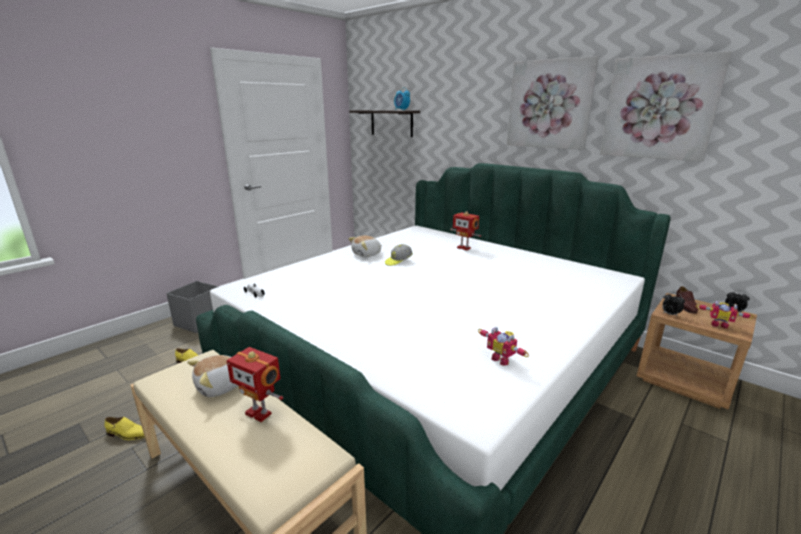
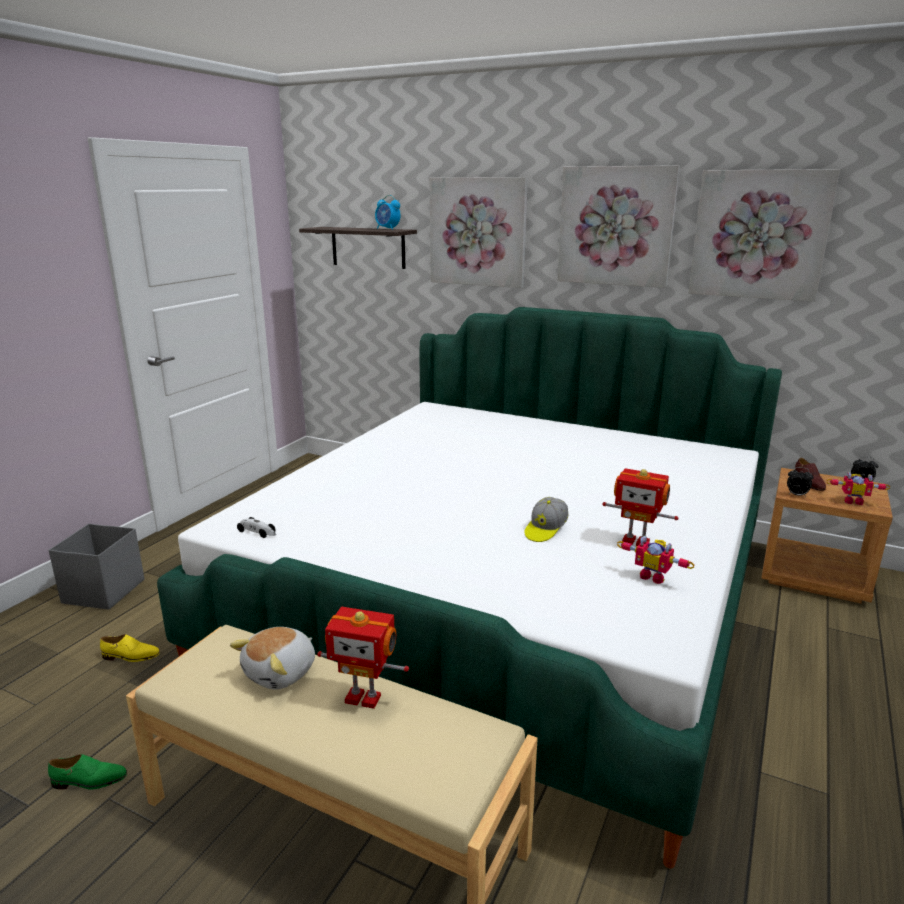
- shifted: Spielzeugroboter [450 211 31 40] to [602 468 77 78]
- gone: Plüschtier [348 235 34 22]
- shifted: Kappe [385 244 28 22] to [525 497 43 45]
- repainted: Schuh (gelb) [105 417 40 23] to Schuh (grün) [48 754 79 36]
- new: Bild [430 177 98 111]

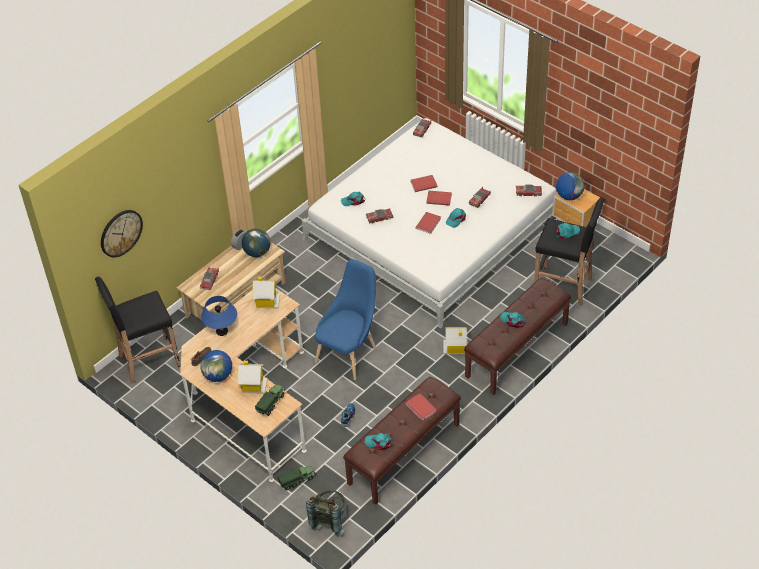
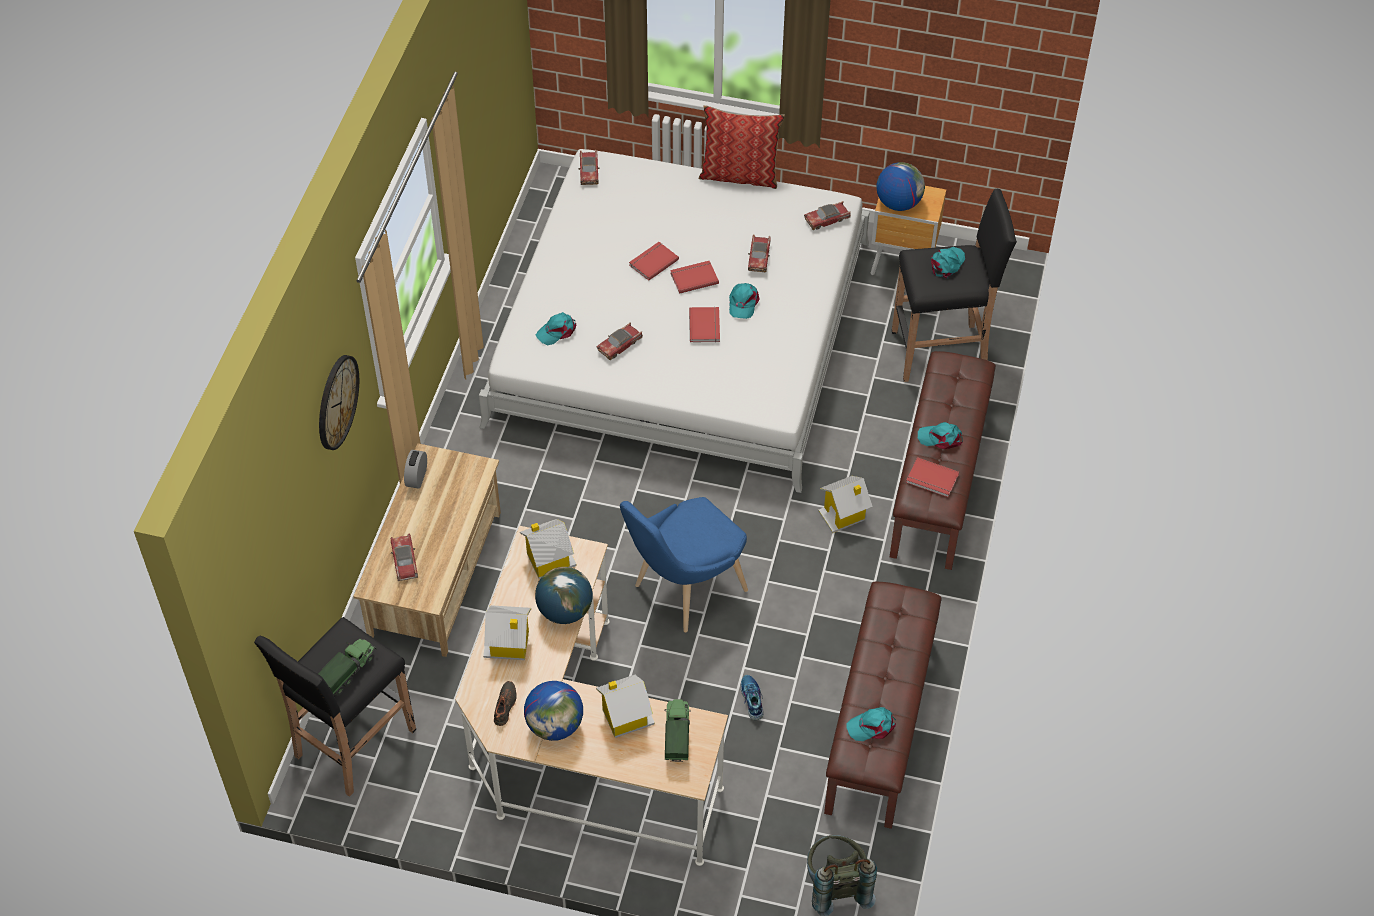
- shifted: Wanduhr [101 210 42 47] to [319 355 40 95]
- shifted: Globus [242 228 29 29] to [535 567 58 57]
- rotated: Stuhl (blau) [315 259 62 121] = [620 497 128 135] 135 degrees counterclockwise
- swapped: Tischlampe (blau) [201 296 36 40] to Spielzeughaus [483 605 48 55]
- shifted: Buch (rot) [405 393 32 28] to [906 457 53 40]
- shifted: Spielzeuglaster [277 466 39 24] to [318 639 59 57]
- new: Kissen [698 105 87 84]

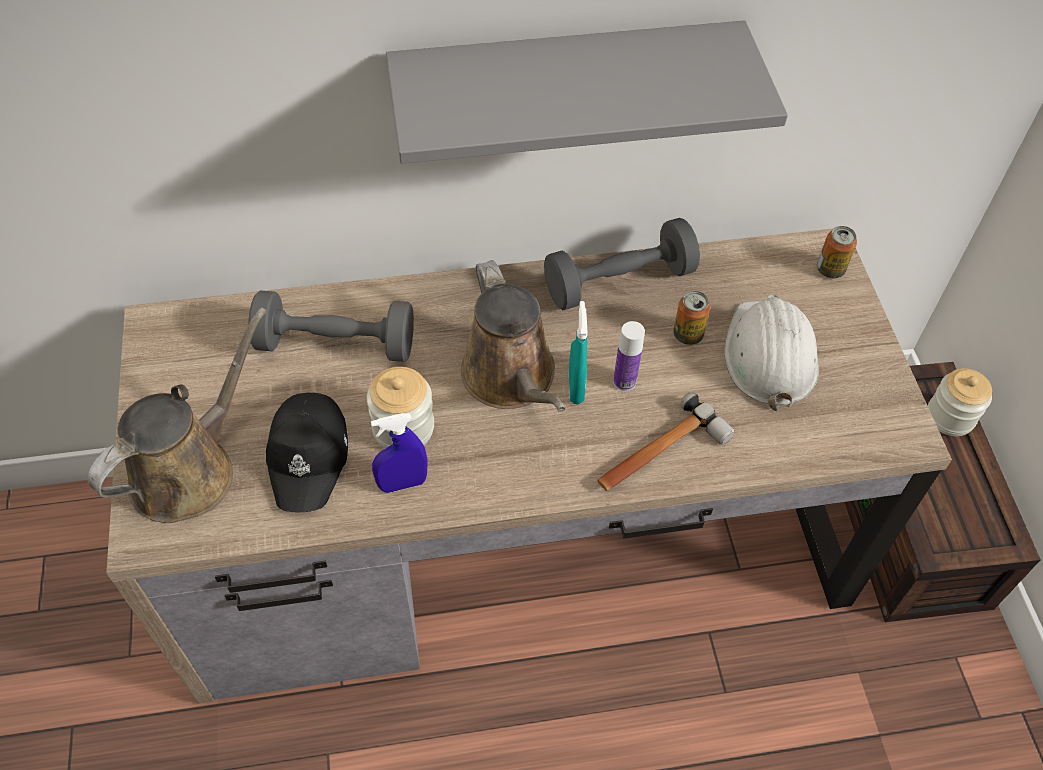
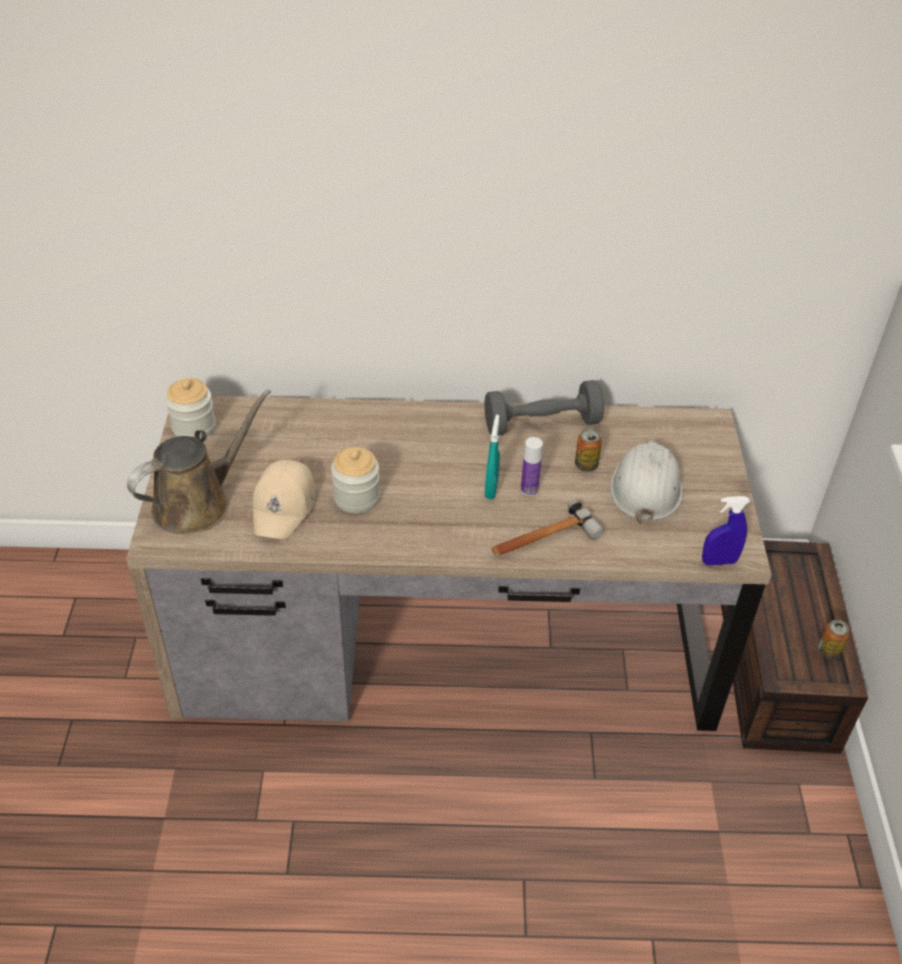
- gone: Wandregal (grau) [386 20 402 144]
- shifted: Dose [817 226 40 52] to [818 620 32 39]
- gone: Gießkanne (braun) [461 260 104 152]
- gone: Hantel (grau) [248 290 166 72]
- shifted: Vorratsglas [928 368 64 68] to [166 378 50 61]
- repainted: Kappe (schwarz) [266 392 82 120] to Kappe (beige) [252 460 63 79]
- shifted: Sprühflasche (blau) [371 413 56 80] to [702 496 48 70]

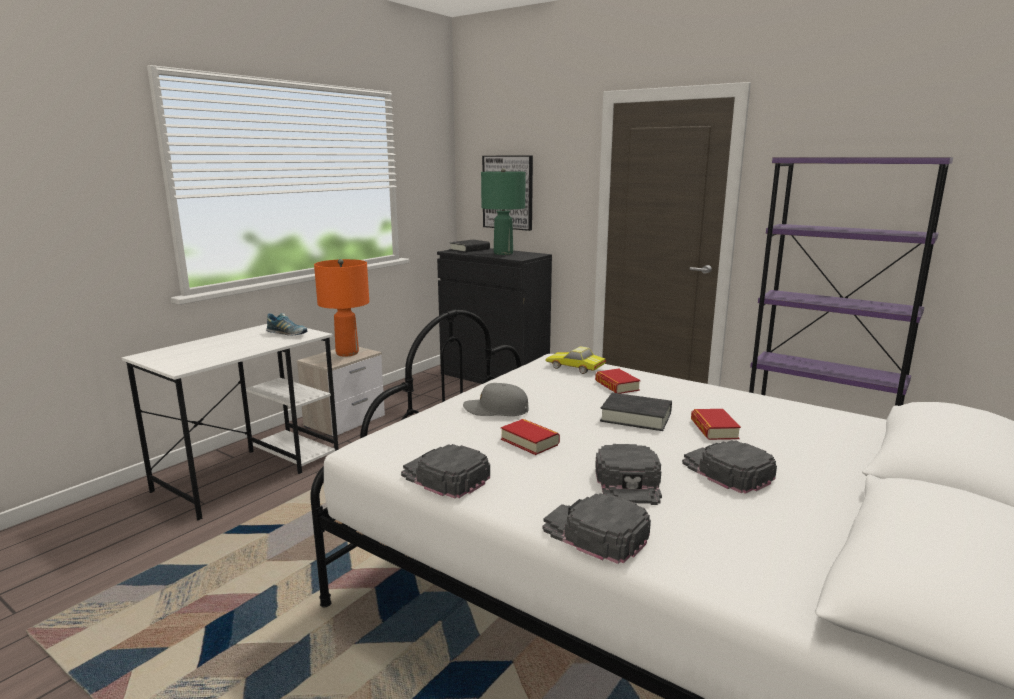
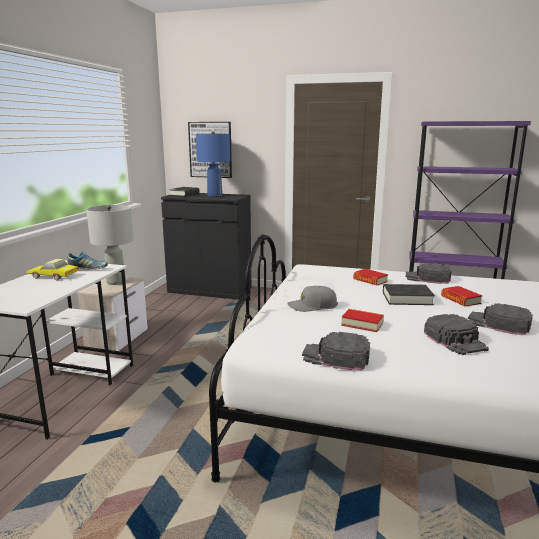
- repainted: Tischlampe (grün) [481 168 45 87] to Tischlampe (blau) [196 131 34 66]
- repainted: Tischlampe (orange) [314 259 55 98] to Tischlampe (grau) [86 205 48 80]
- shifted: Spielzeugauto [546 346 60 28] to [27 259 51 21]
- shifted: Kappe (schwarz) [542 493 109 71] to [406 263 45 21]

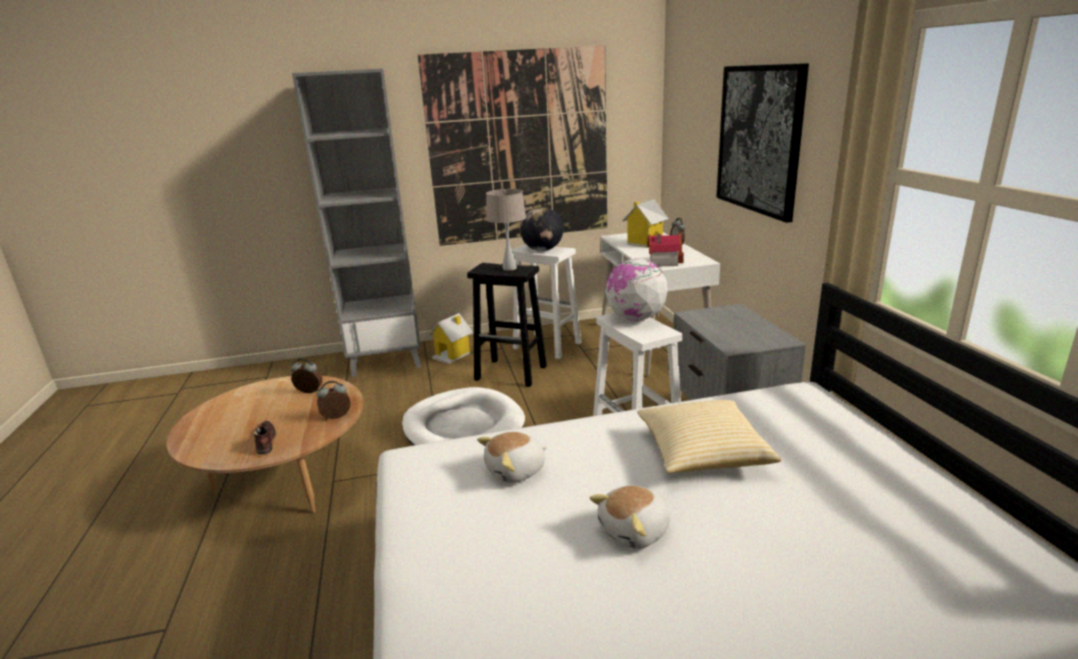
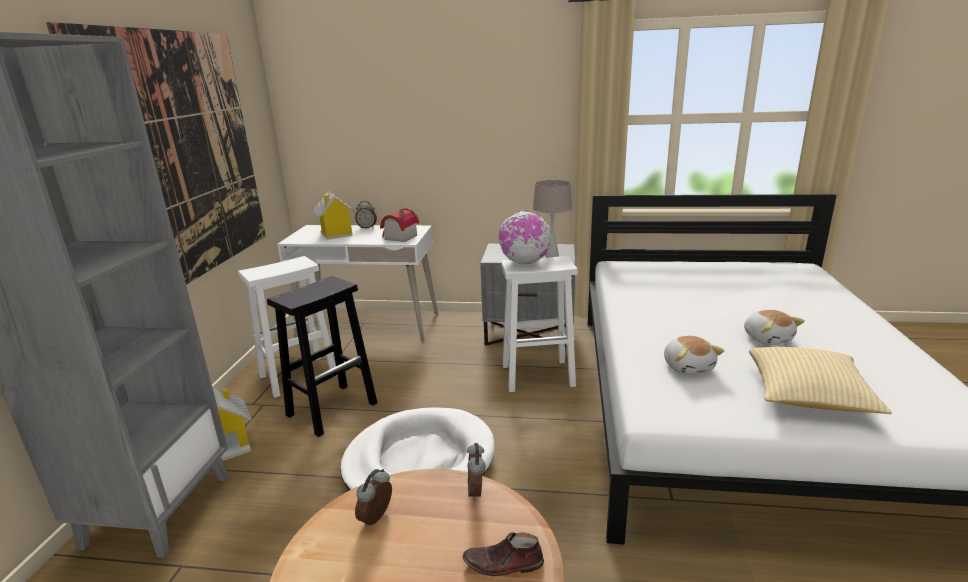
- gone: Bild [716 63 93 160]
- shifted: Tischlampe (beige) [486 189 40 82] to [533 180 39 78]
- gone: Globus [520 207 43 44]
- shifted: Kissen [637 400 144 73] to [749 347 143 67]

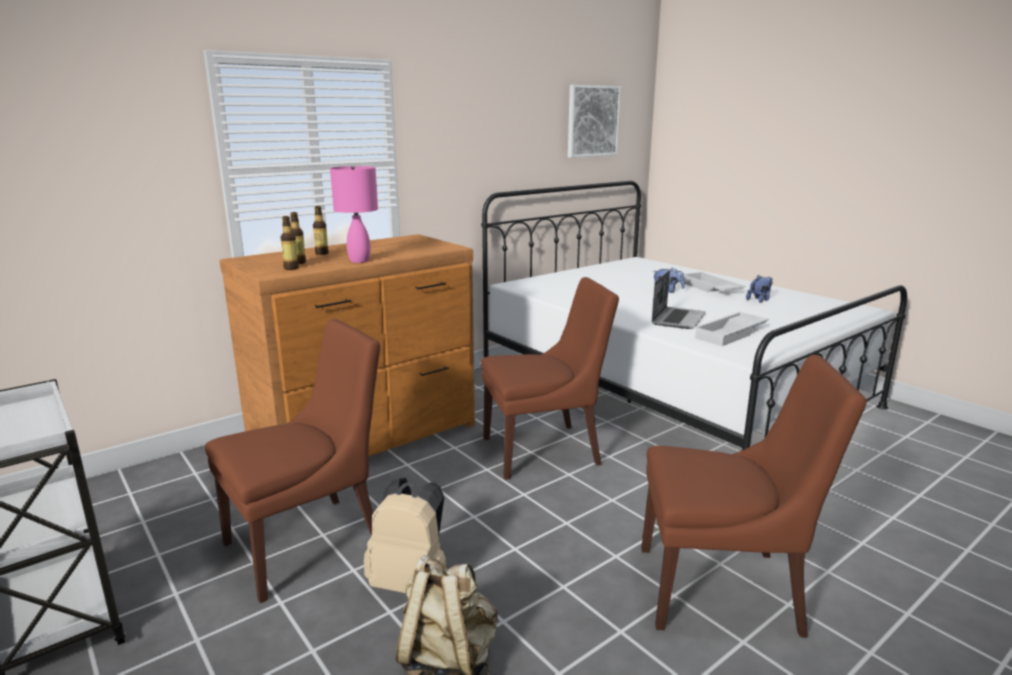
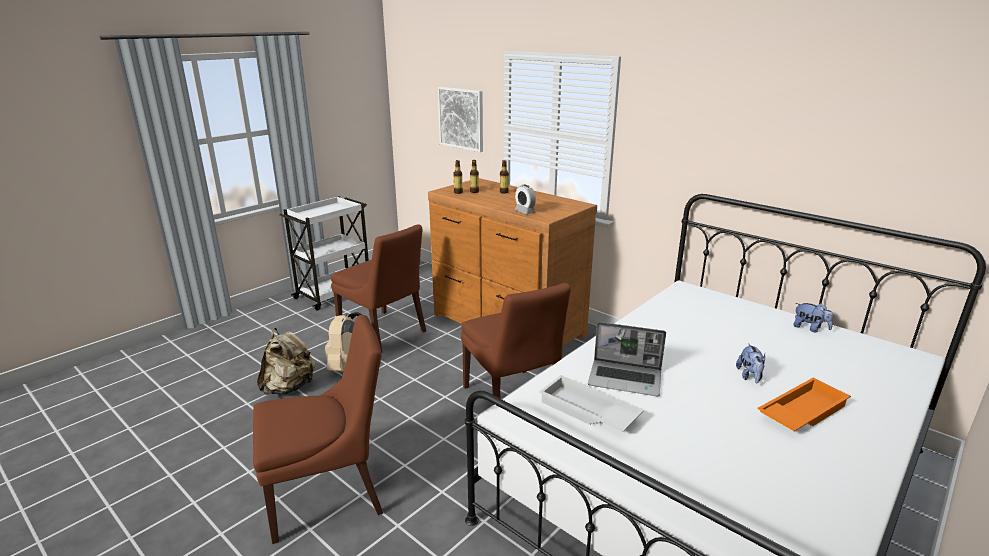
- shifted: Bild [568 85 53 73] to [438 87 45 65]
- gone: Tischlampe (rosa) [330 166 48 97]
- repainted: Tablett (weiß) [684 272 62 20] to Tablett (orange) [757 378 94 53]
- shifted: Plüschtier [746 275 26 28] to [793 303 40 29]
- rotated: Stuhl (braun) [641 355 226 283] = [253 315 130 229] 105 degrees counterclockwise
- new: Wecker [515 185 21 29]

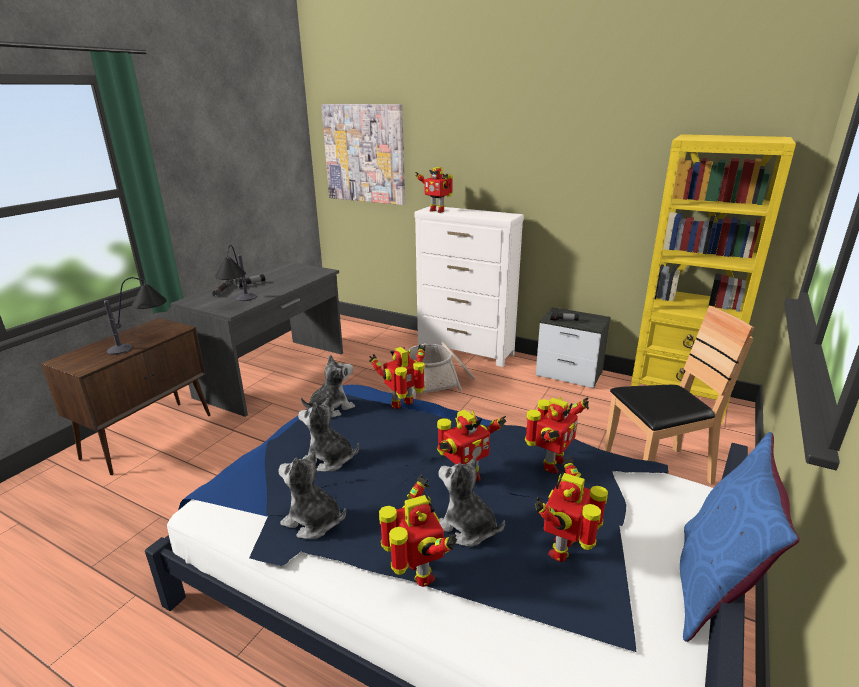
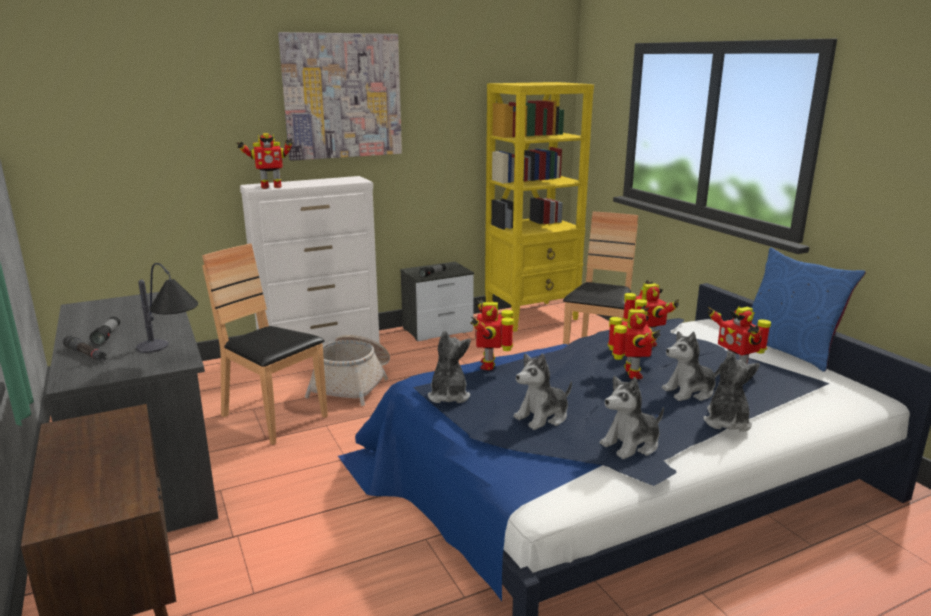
- shifted: Bild [321 104 84 101] to [278 32 124 129]
- gone: Tischlampe [104 277 63 78]
- swapped: Spielzeugroboter [379 475 78 112] to Plüschtier [703 352 57 80]
- new: Stuhl (braun) [202 244 126 201]

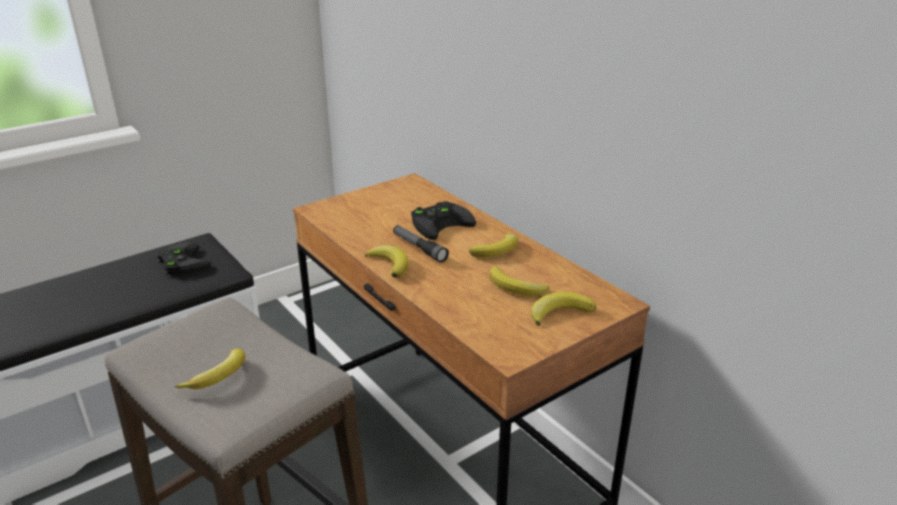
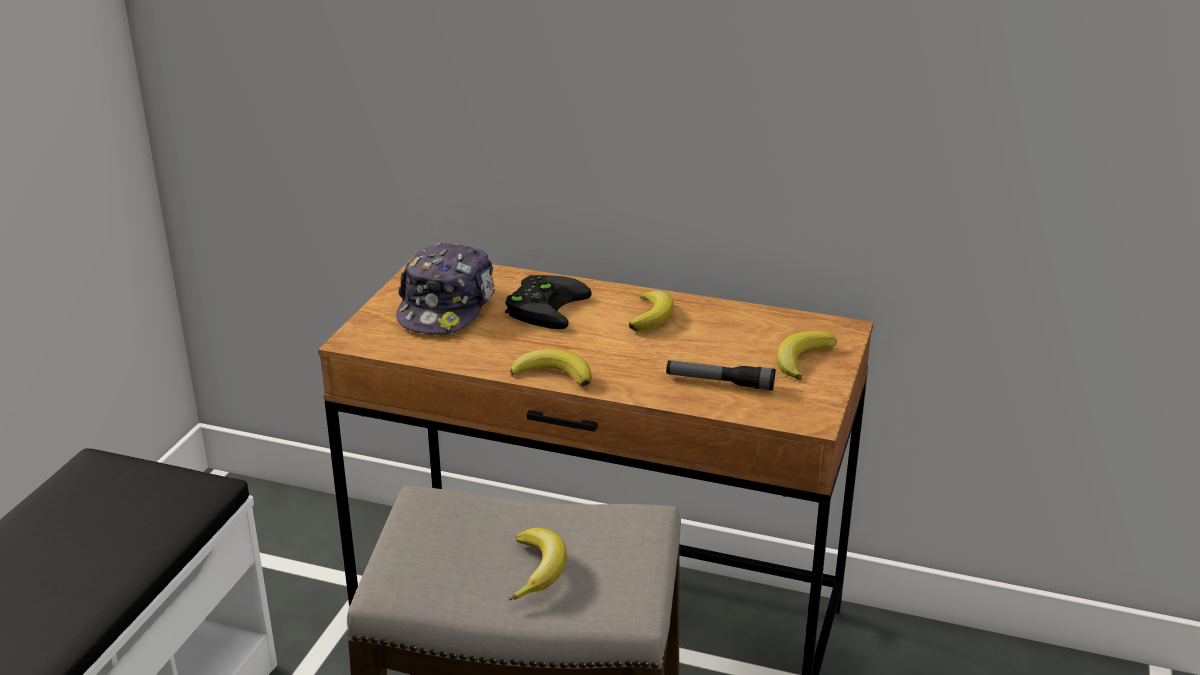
- shifted: Taschenlampe [393 225 56 38] to [666 360 109 31]
- gone: Gamepad (schwarz) [157 242 54 34]
- gone: Banane [489 267 60 29]
- new: Kappe [396 242 99 93]

